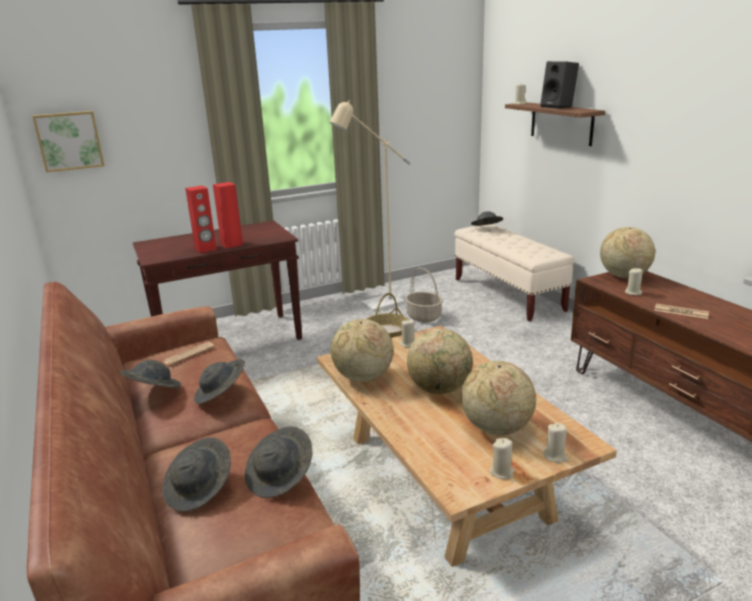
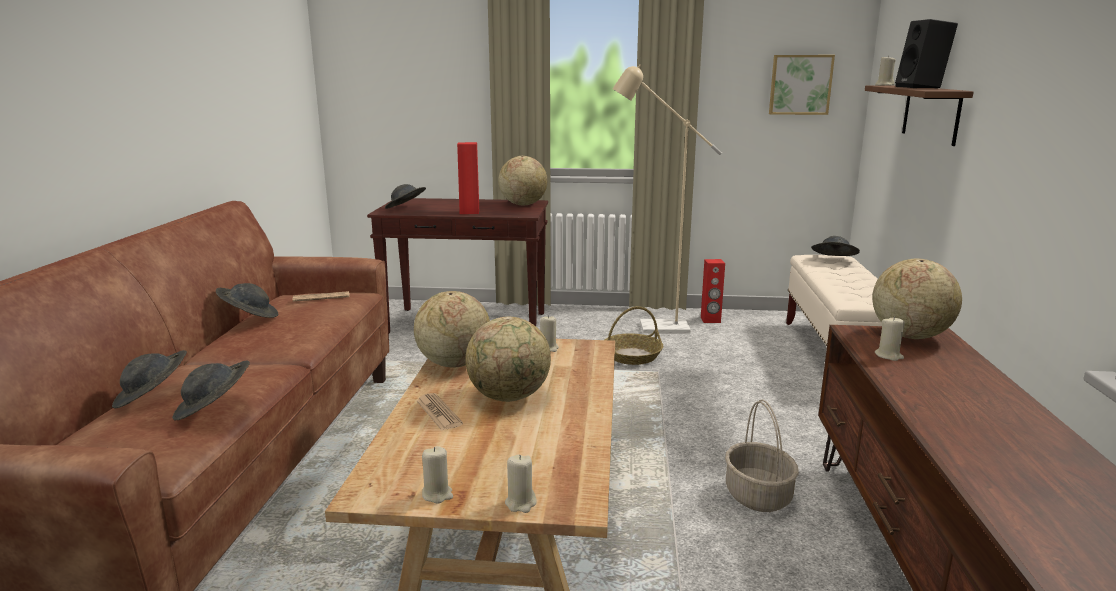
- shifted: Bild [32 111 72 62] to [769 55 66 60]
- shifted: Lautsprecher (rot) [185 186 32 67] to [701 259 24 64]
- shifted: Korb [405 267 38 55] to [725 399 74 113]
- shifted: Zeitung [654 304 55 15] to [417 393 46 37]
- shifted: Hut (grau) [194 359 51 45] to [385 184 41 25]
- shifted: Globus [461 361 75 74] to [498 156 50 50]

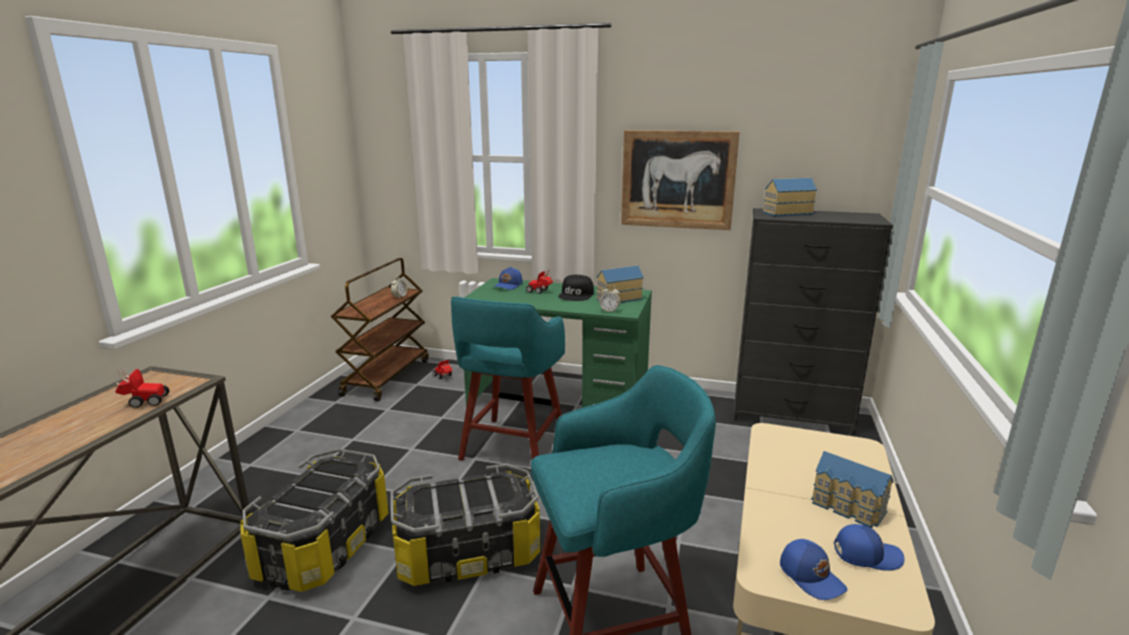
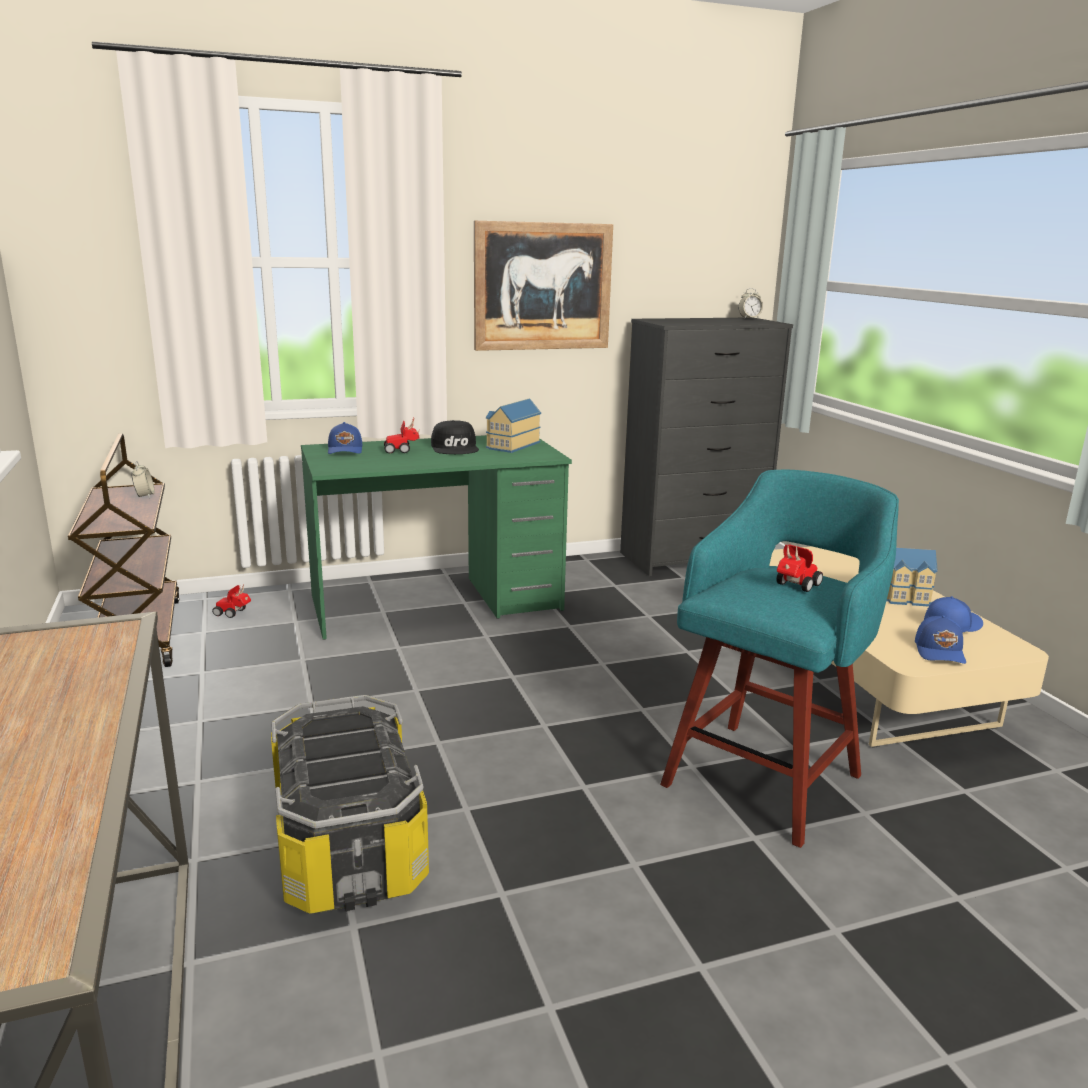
- gone: Spielzeughaus [763 178 54 38]
- shifted: Wecker [599 285 21 28] to [738 288 25 31]
- gone: Hocker (türkis) [451 296 114 165]
- shifted: Spielzeugauto [115 367 54 41] to [776 545 47 47]
- gone: Aufbewahrungsbox [390 464 150 122]
- rotated: Kappe (blau) [780 539 68 61] = [915 615 51 49] 75 degrees clockwise

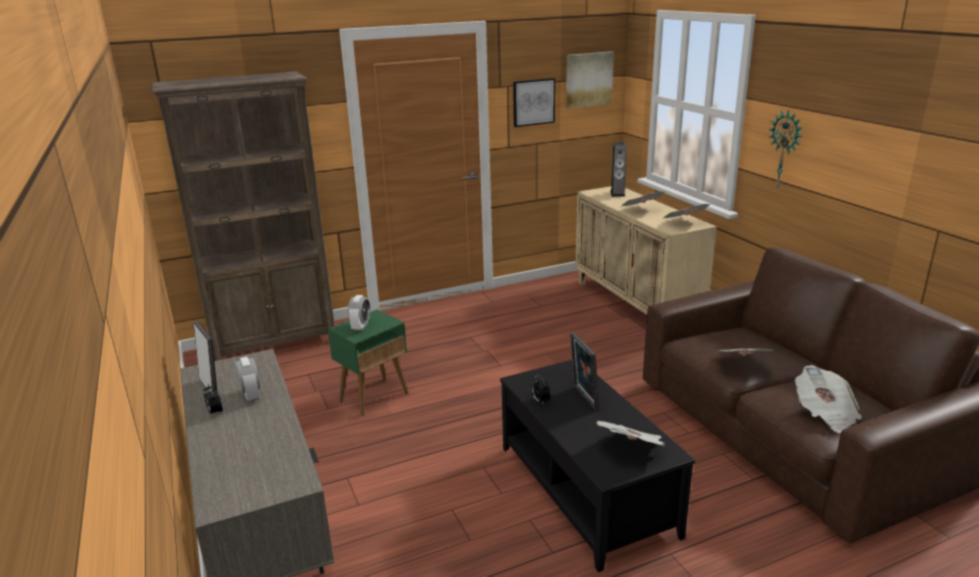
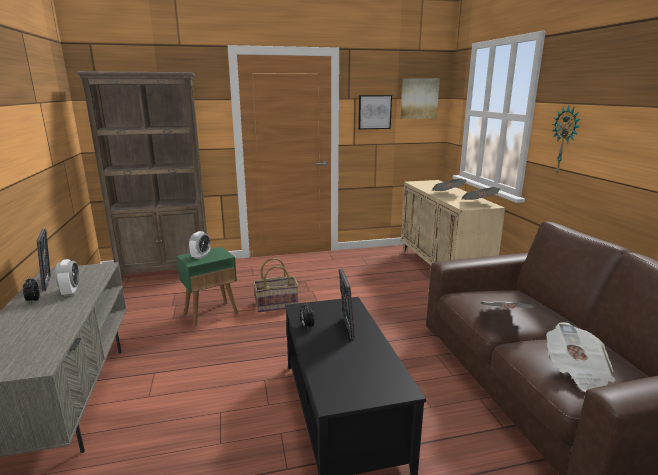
- gone: Lautsprecher [610 142 17 55]
- gone: Zeitung [597 421 68 25]
- new: Korb [253 258 46 54]

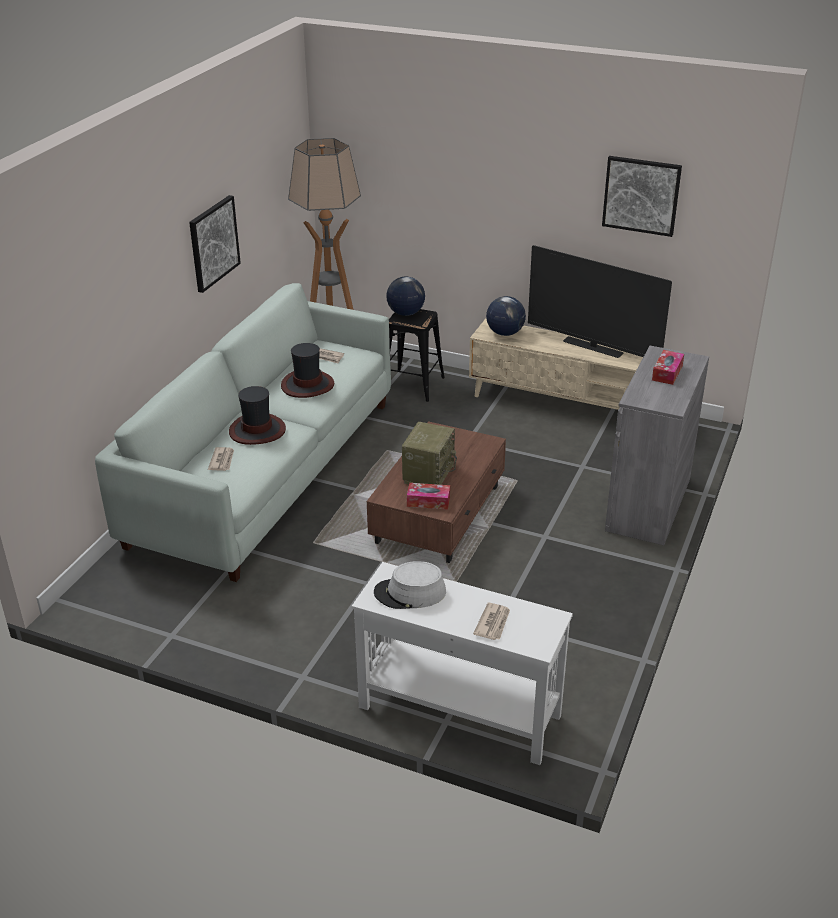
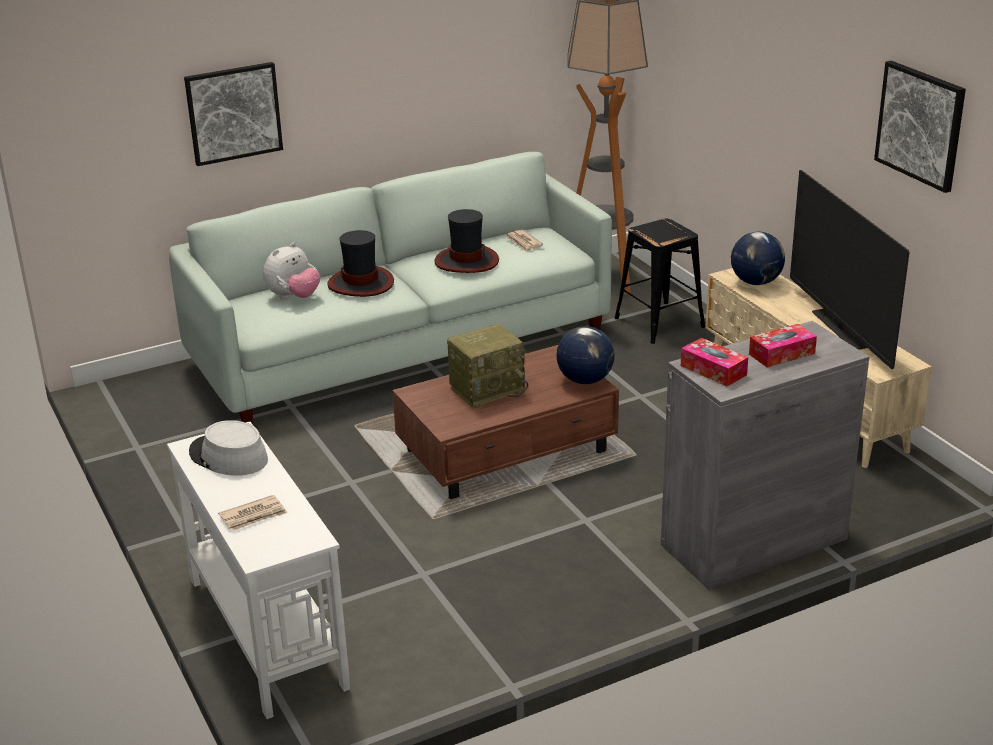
- shifted: Bild [189 195 52 98] to [184 62 99 104]
- shifted: Globus [386 276 39 40] to [556 326 59 58]
- swapped: Zeitung [208 447 26 24] to Plüschtier [263 243 57 56]
- shifted: Taschentuchbox [407 483 43 27] to [681 338 67 49]

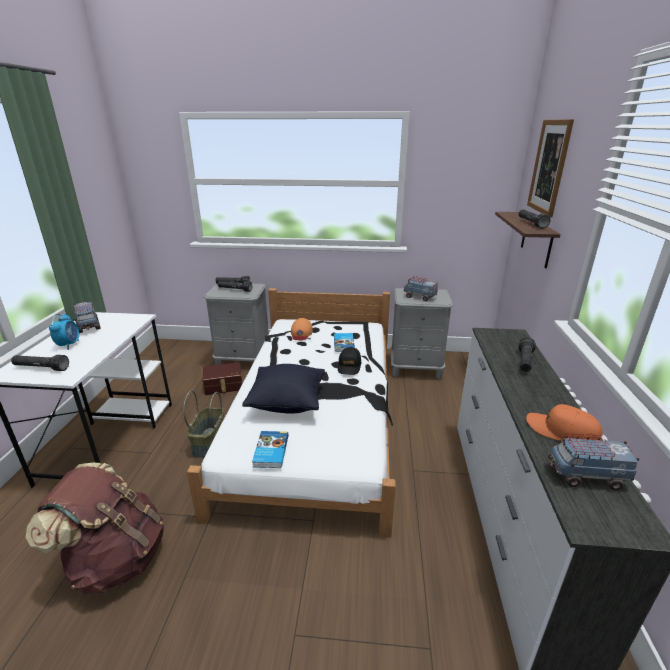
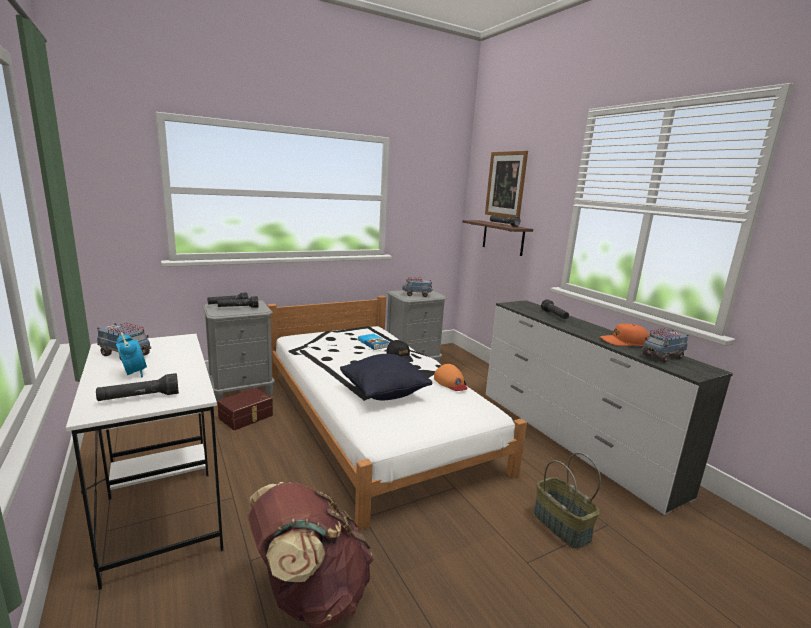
- shifted: Kappe (orange) [291 318 22 22] to [434 364 34 27]
- shifted: Korb [183 391 41 67] to [533 452 68 96]
- gone: Buch [252 431 37 37]

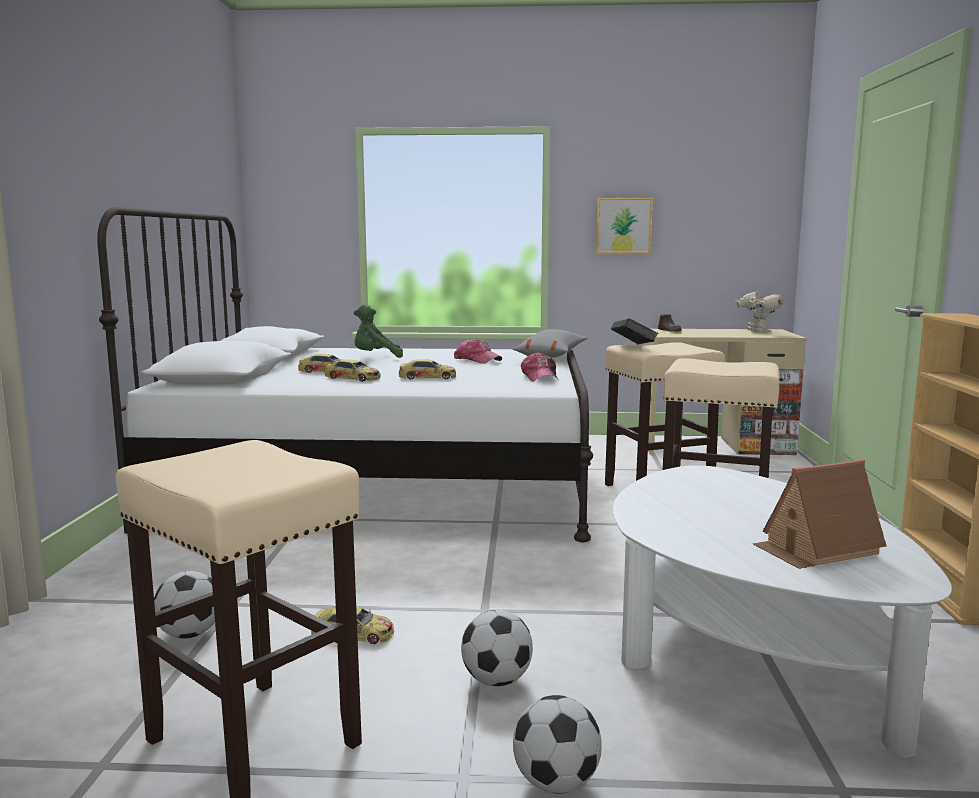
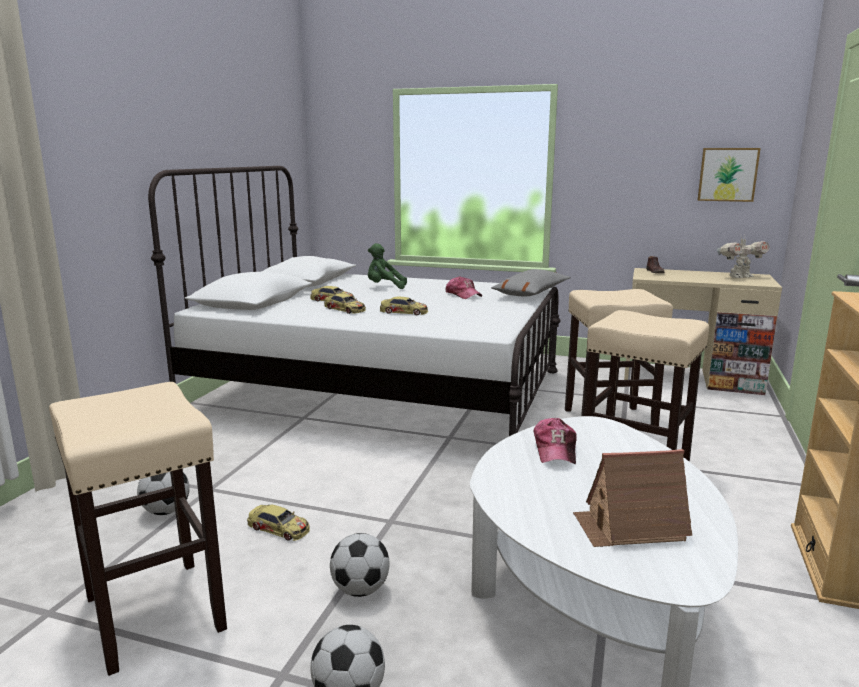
- shifted: Bild [596 198 57 56] to [698 148 63 54]
- rotated: Spielzeugroboter [736 288 47 45] = [717 234 53 44] 75 degrees clockwise
- gone: Buch [611 318 48 26]
- shifted: Kappe [521 352 37 30] to [533 418 44 46]

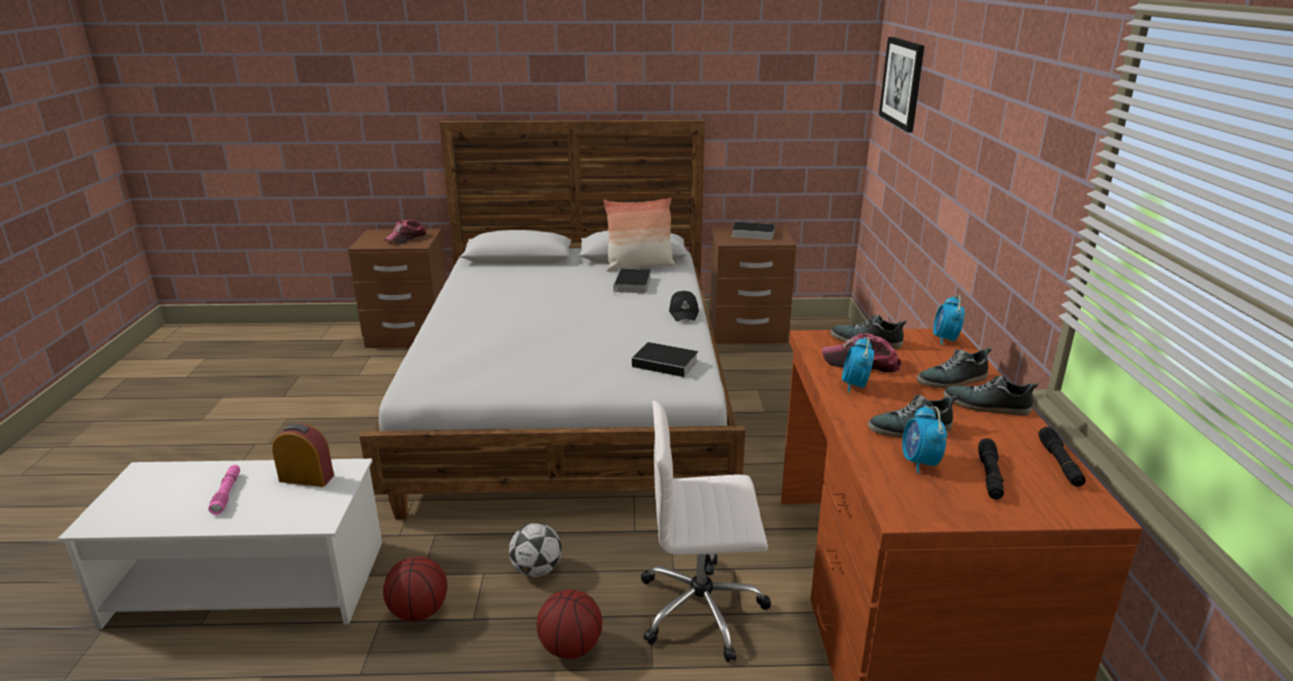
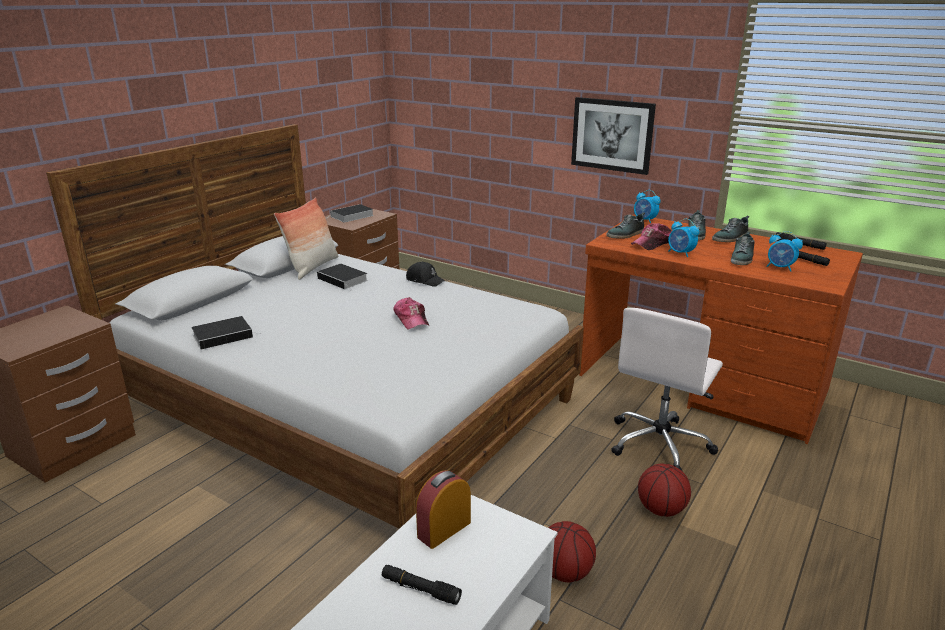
- shifted: Bild [879 37 45 95] to [571 97 85 78]
- shifted: Kappe [384 219 43 25] to [393 297 36 33]
- shifted: Buch [632 342 66 36] to [191 316 65 33]
- repainted: Taschenlampe (rosa) [208 465 32 50] to Taschenlampe (schwarz) [382 565 80 40]
- gone: Fußball [509 523 53 54]

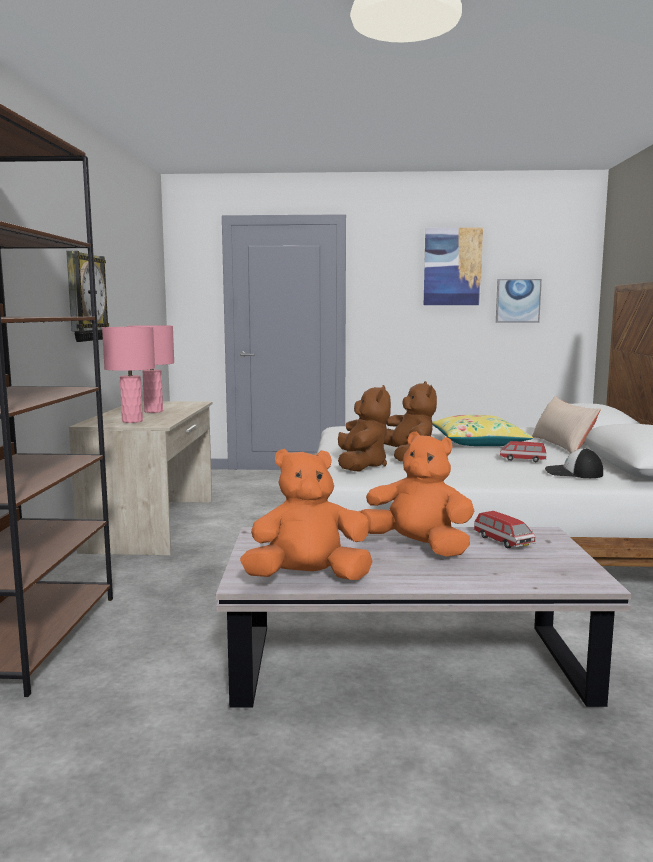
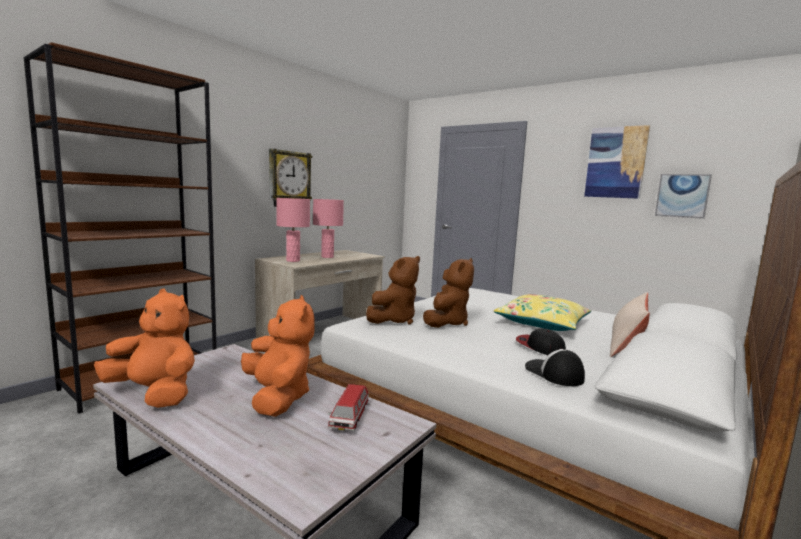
- swapped: Spielzeugauto [500 441 47 21] to Kappe [516 328 50 27]

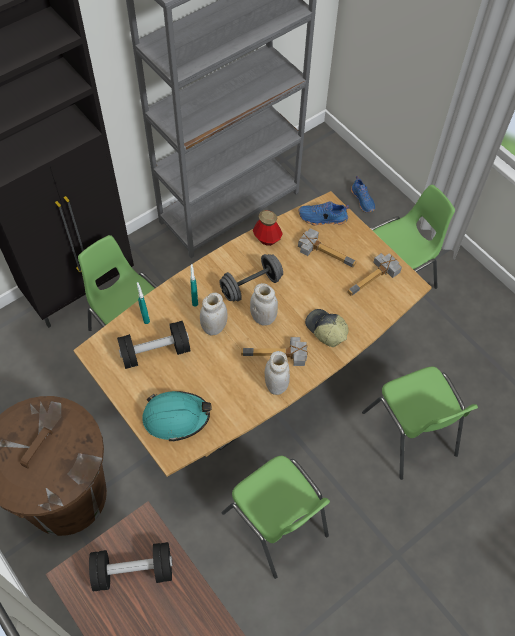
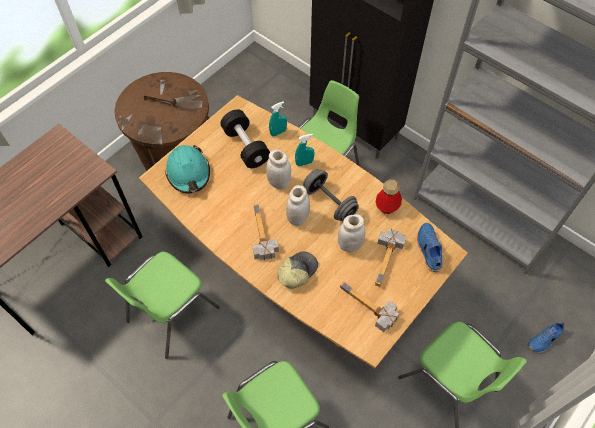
- shifted: Vorratsglas (weiß) [265 351 25 44] to [338 214 27 38]
- gone: Hantel (schwarz) [89 542 83 50]

